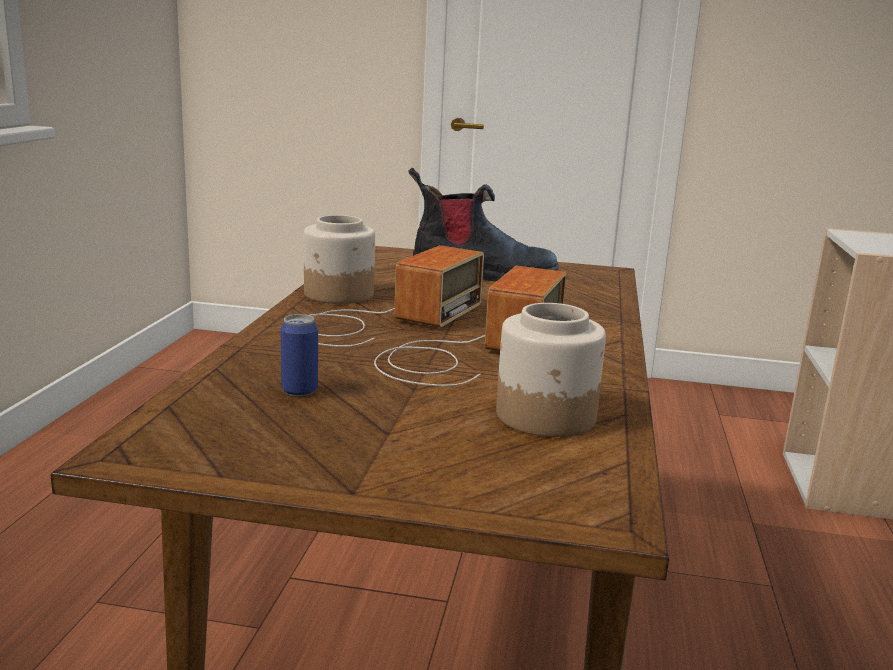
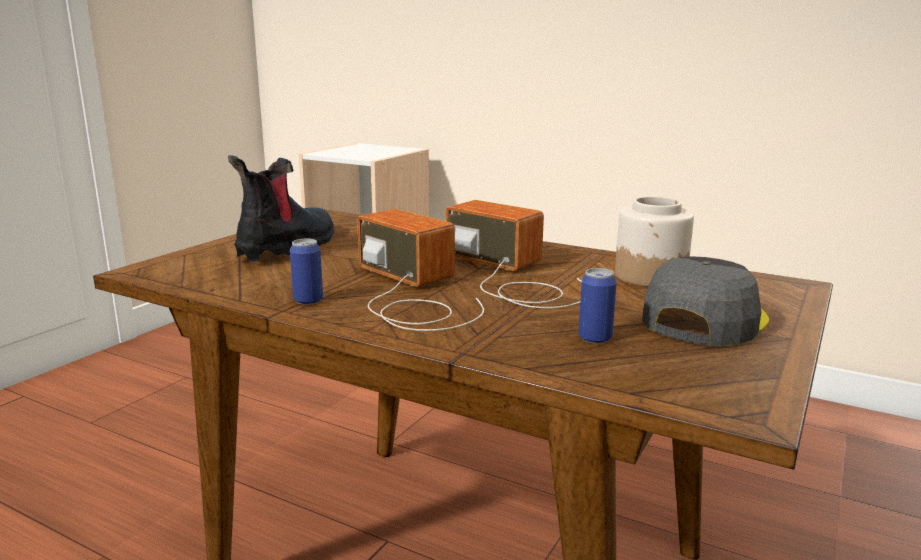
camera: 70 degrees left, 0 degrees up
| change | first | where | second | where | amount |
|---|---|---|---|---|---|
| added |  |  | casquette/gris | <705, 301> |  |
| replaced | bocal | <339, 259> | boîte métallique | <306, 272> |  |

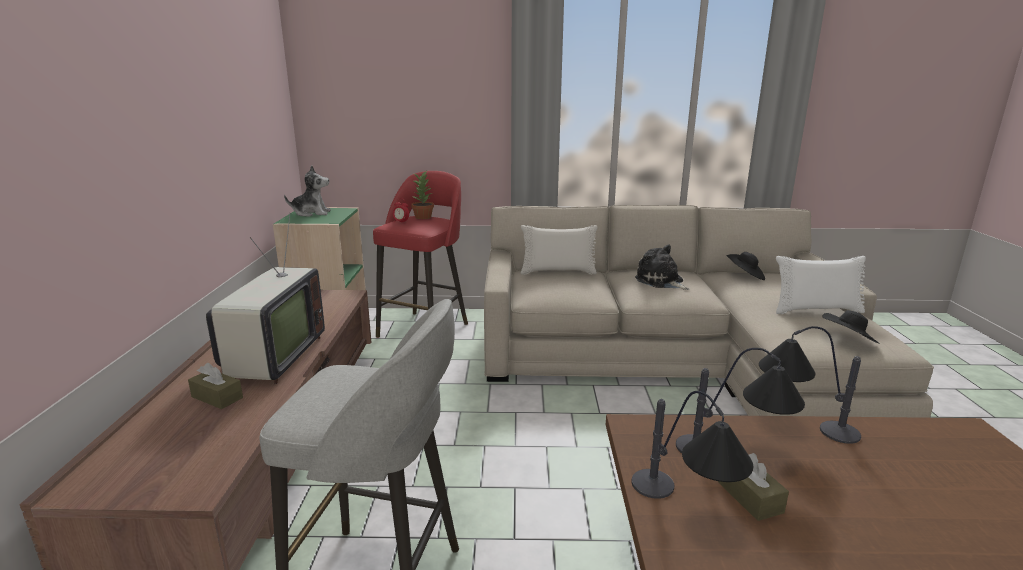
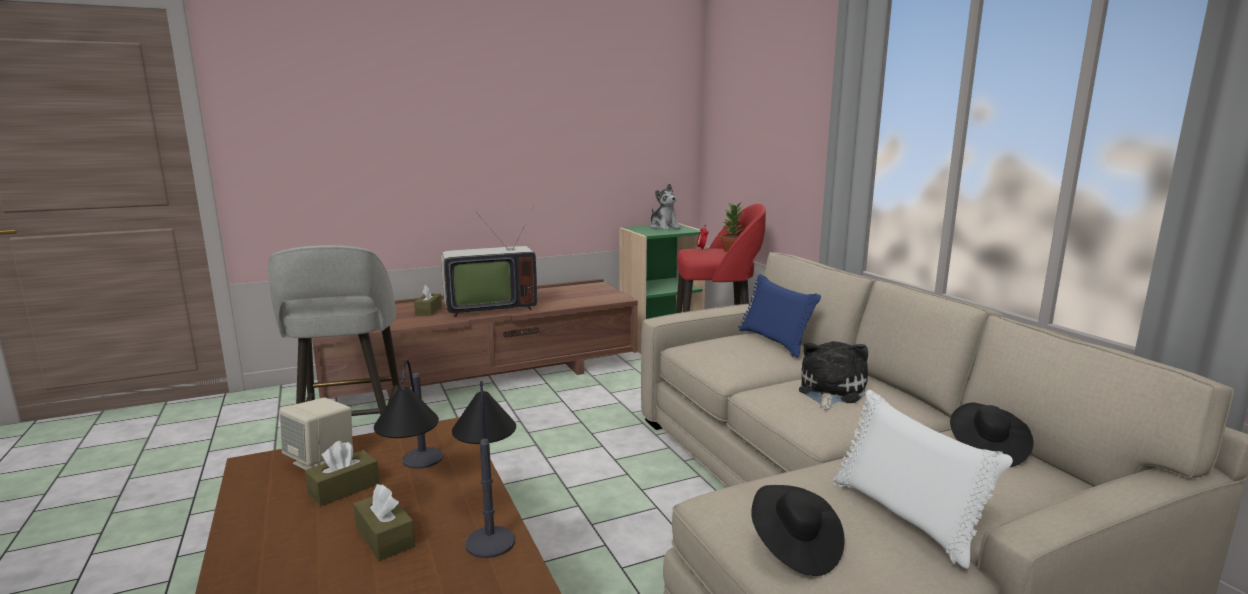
camera: 65 degrees right, 5 degrees down
| change | first | where | second | where | amount |
|---|---|---|---|---|---|
| added |  |  | boîte à mouchoirs/marron | <384, 522> |  |
| replaced | lampe de table | <692, 445> | enceinte/beige | <316, 434> |  |
| recoloured | coussin/blanc | <559, 250> | coussin/bleu | <779, 316> |  |

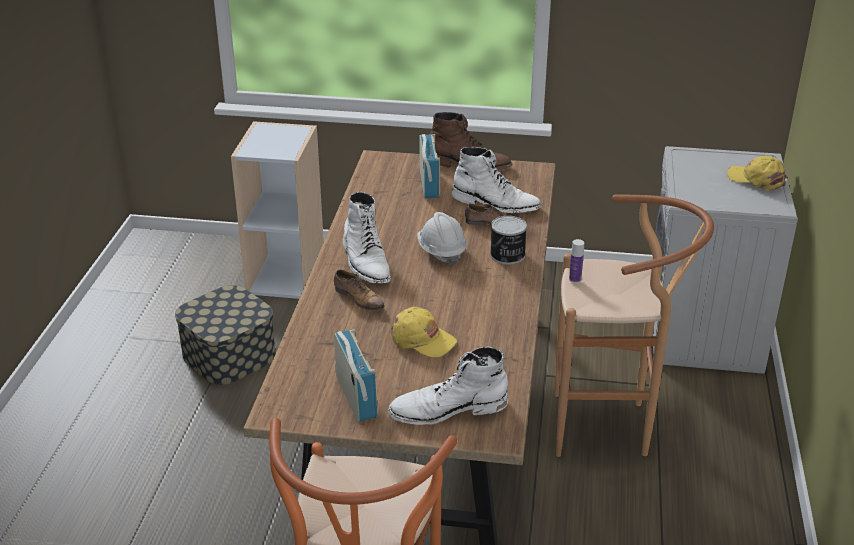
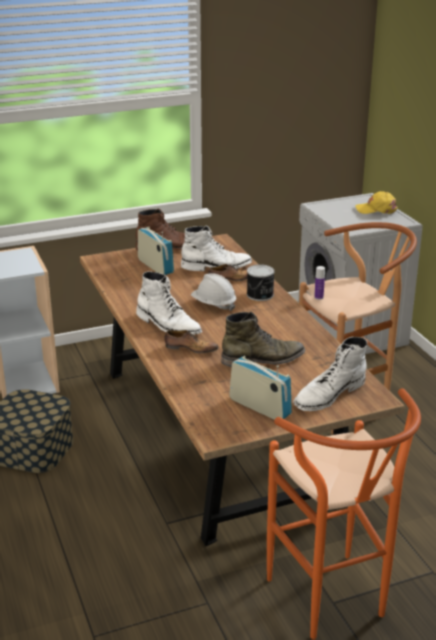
camera: 30 degrees left, 5 degrees down
| change | first | where | second | where | amount |
|---|---|---|---|---|---|
| replaced | casquette/jaune | <423, 332> | botte/vert | <263, 339> |  |

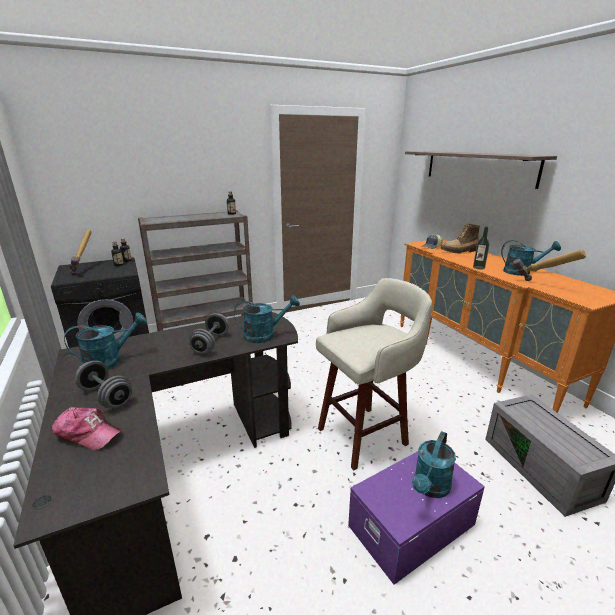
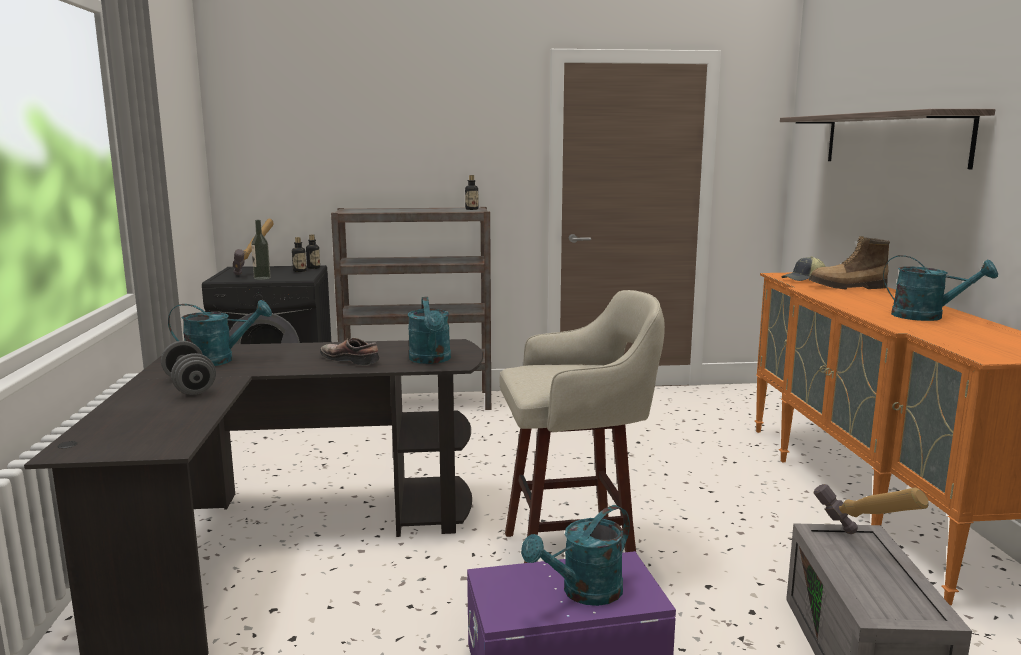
camera: 20 degrees right, 10 degrees down
| change | first | where | second | where | amount |
|---|---|---|---|---|---|
| removed | casquette | <87, 428> |  |  |  |
| moved | bouteille | <481, 248> |  | <261, 250> |  |
| moved | marteau | <549, 265> |  | <871, 509> |  |
| replaced | haltère/gris | <209, 333> | chaussure | <349, 351> |  |
| turned | arrosoir/turquoise | <267, 319> |  | <429, 330> | 75 degrees clockwise |

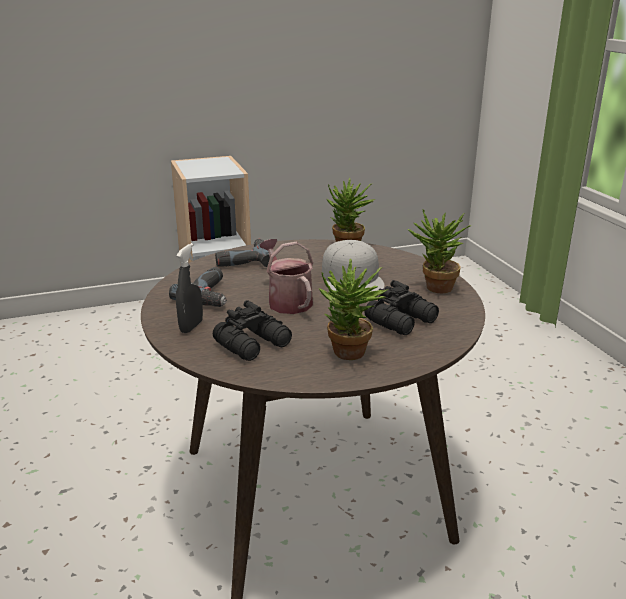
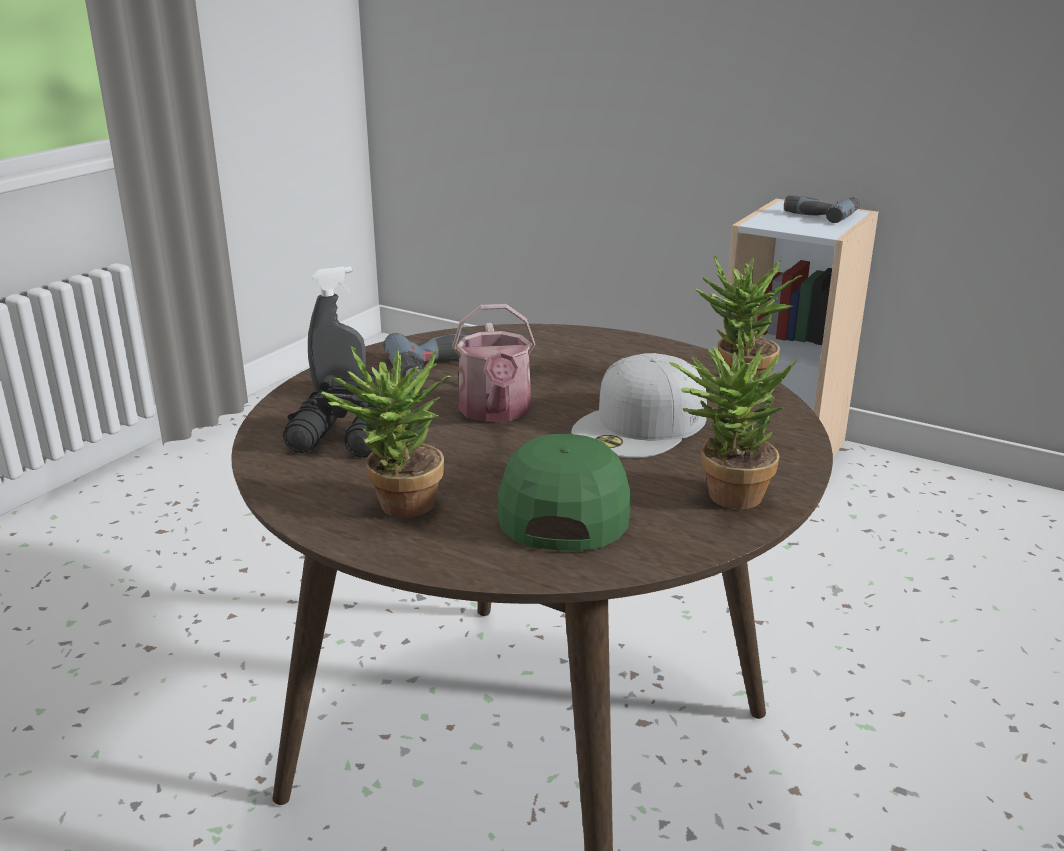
camera: 50 degrees right, 0 degrees up
| change | first | where | second | where | amount |
|---|---|---|---|---|---|
| moved | perceuse | <242, 253> |  | <822, 209> |  |
| replaced | jumelles/noir | <402, 307> | casquette/vert | <565, 492> |  |
| turned | arrosoir | <286, 276> |  | <494, 363> | 150 degrees clockwise |

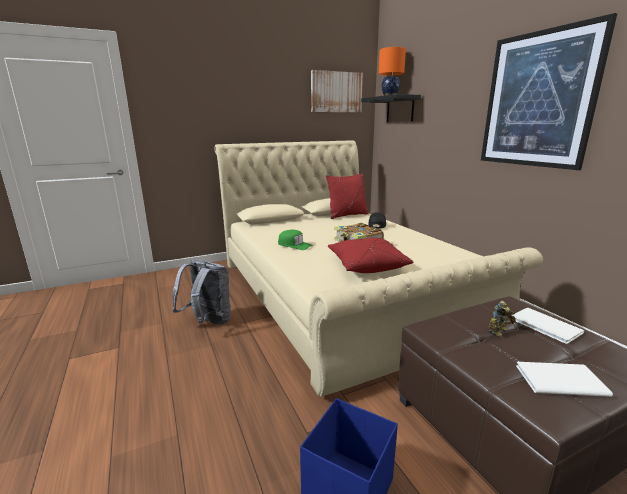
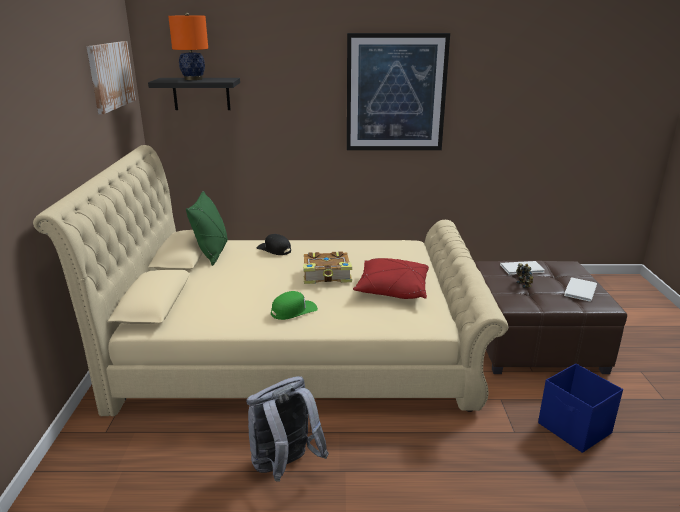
camera: 65 degrees left, 5 degrees up
| change | first | where | second | where | amount |
|---|---|---|---|---|---|
| recoloured | coussin/rouge | <347, 196> | coussin/vert | <207, 228> |  |

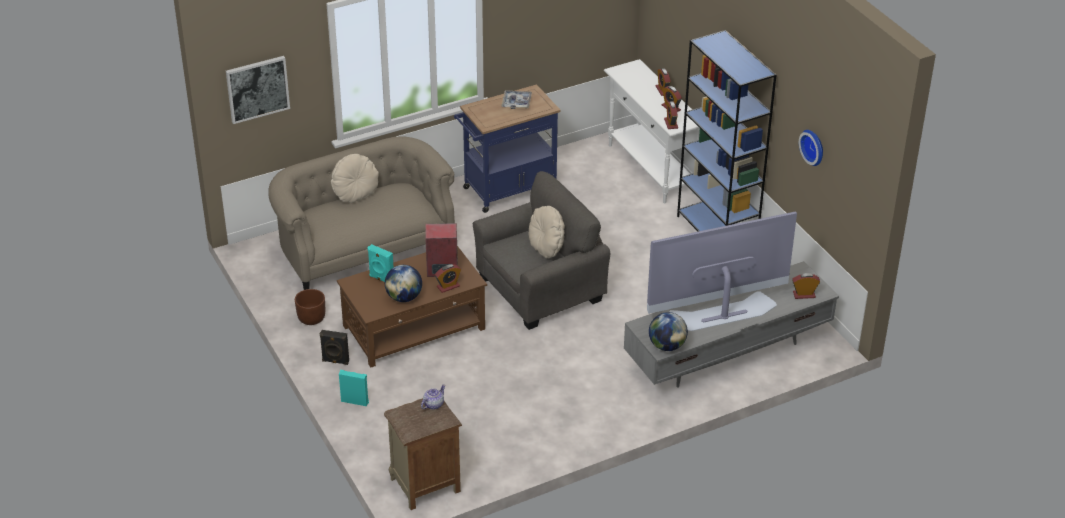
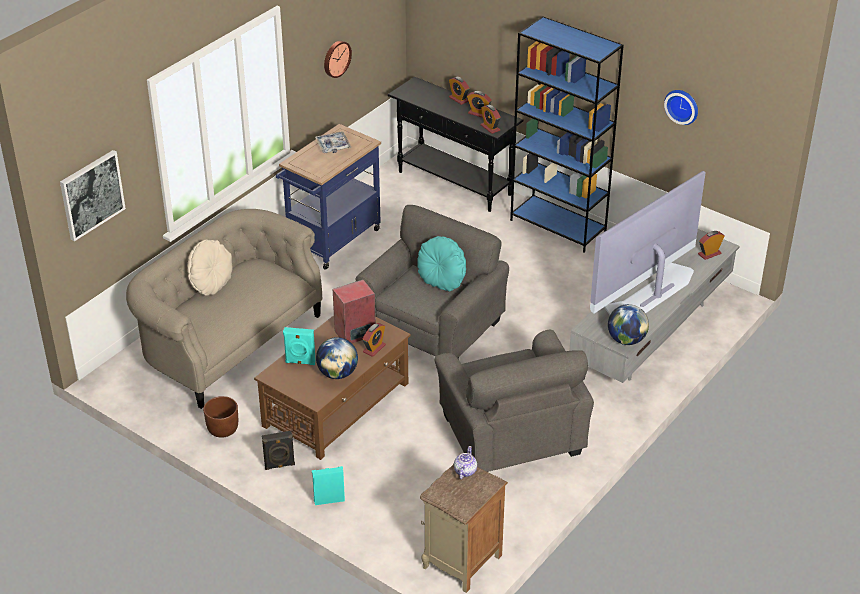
camera: 25 degrees left, 0 degrees up
| change | first | where | second | where | amount |
|---|---|---|---|---|---|
| added |  |  | horloge murale | <338, 59> |  |
| added |  |  | fauteuil/gris | <514, 401> |  |
| recoloured | coussin/beige | <546, 232> | coussin/turquoise | <441, 264> |  |
| recoloured | table console/blanc | <652, 131> | table console/noir | <456, 144> |  |

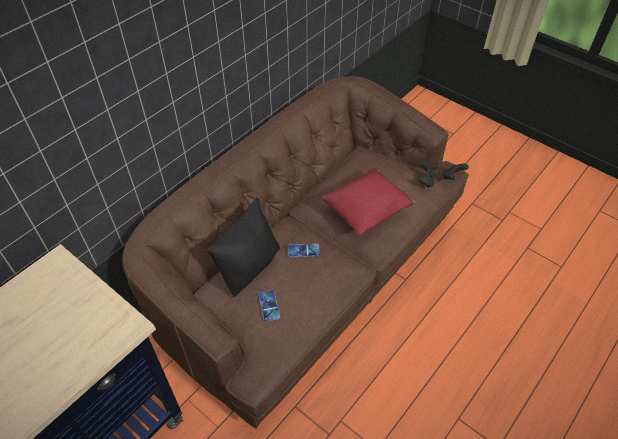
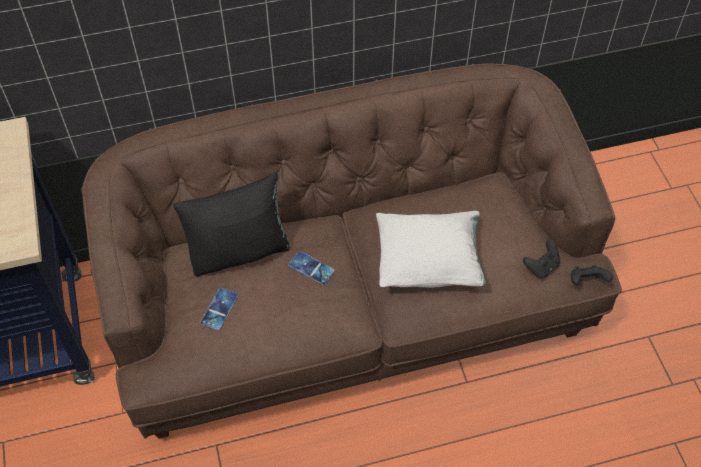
camera: 35 degrees right, 5 degrees up
| change | first | where | second | where | amount |
|---|---|---|---|---|---|
| recoloured | coussin/rouge | <368, 201> | coussin/blanc | <431, 249> |  |

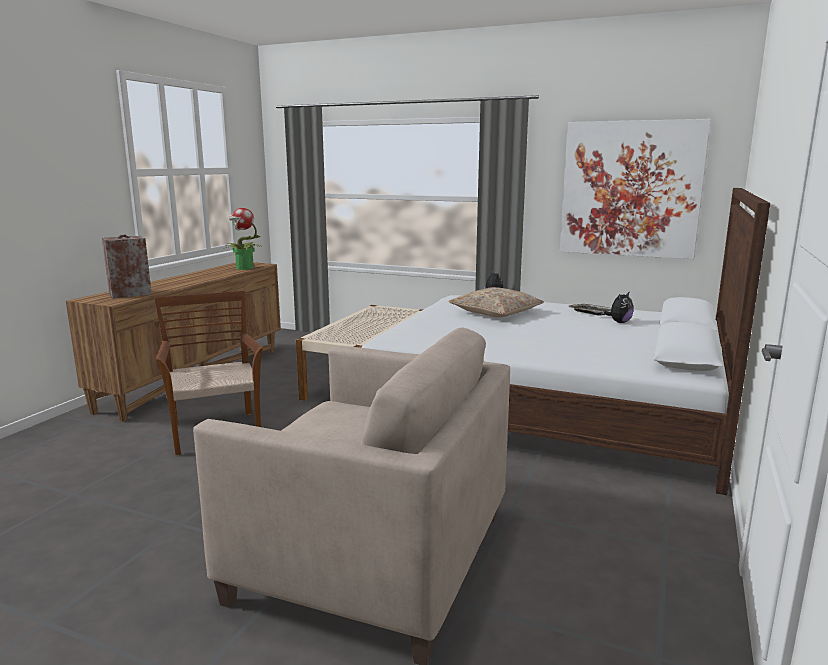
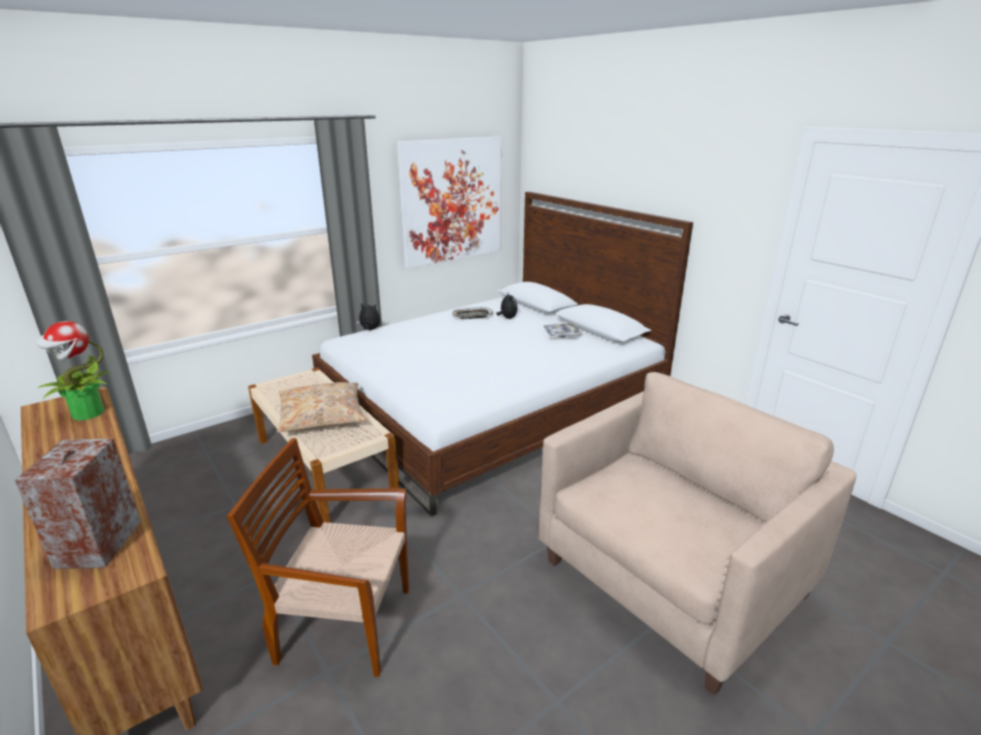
camera: 60 degrees left, 10 degrees up
| change | first | where | second | where | amount |
|---|---|---|---|---|---|
| added |  |  | plateau | <563, 331> |  |
| moved | coussin/beige | <496, 302> |  | <321, 407> |  |

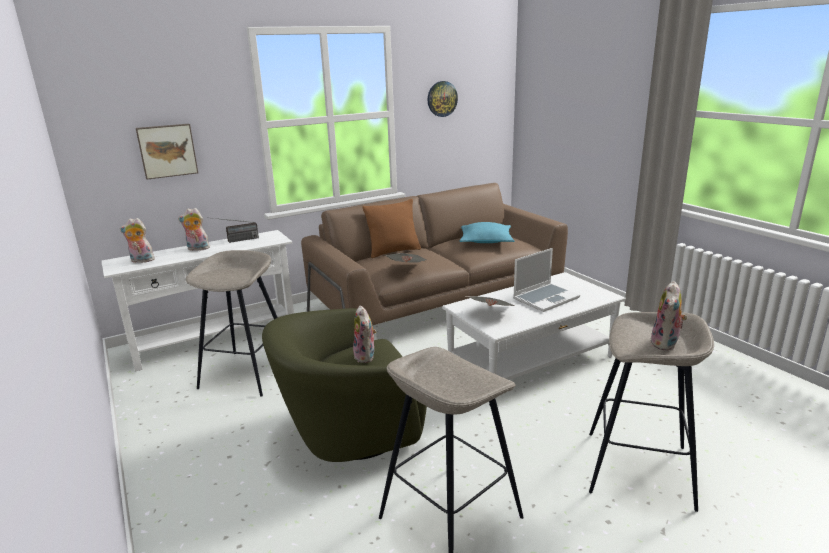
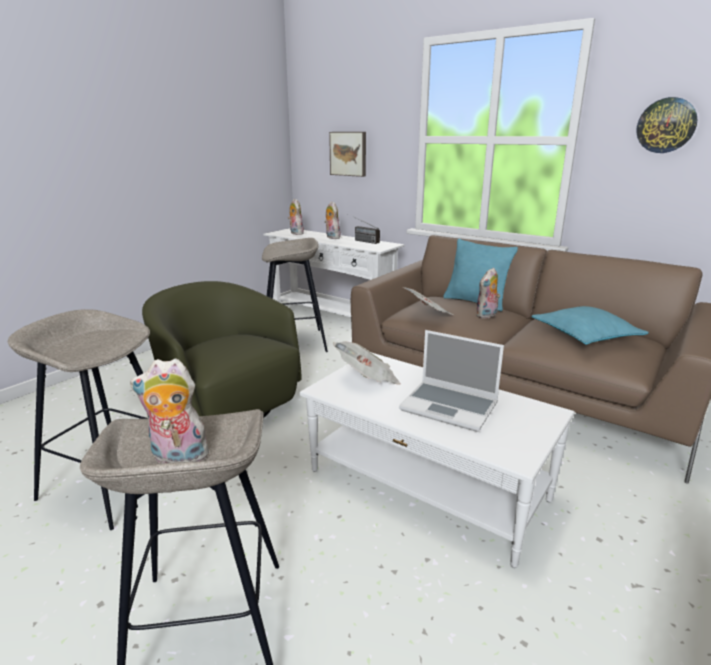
camera: 65 degrees right, 0 degrees up
| change | first | where | second | where | amount |
|---|---|---|---|---|---|
| moved | peluche | <365, 334> |  | <488, 293> |  |
| recoloured | coussin/marron | <392, 228> | coussin/turquoise | <480, 275> |  |

